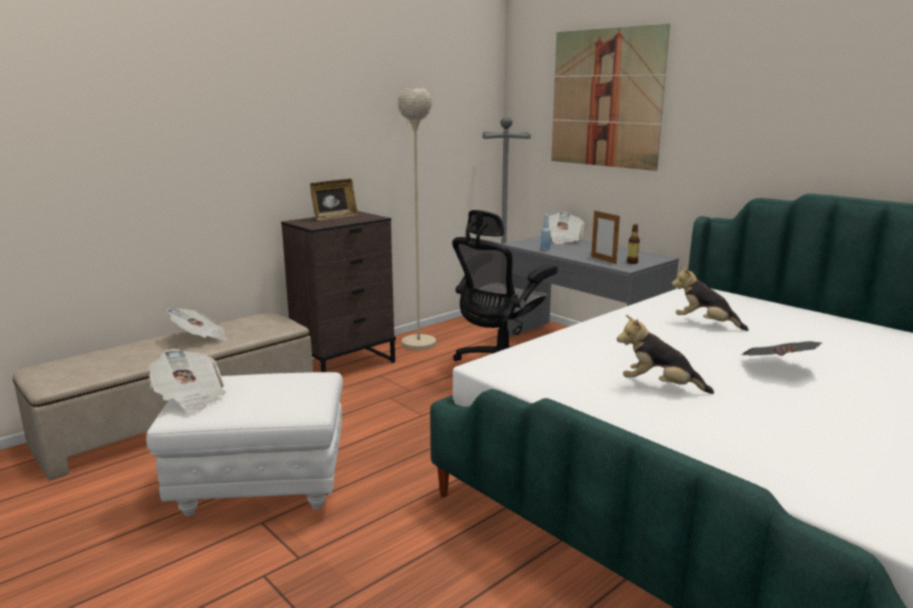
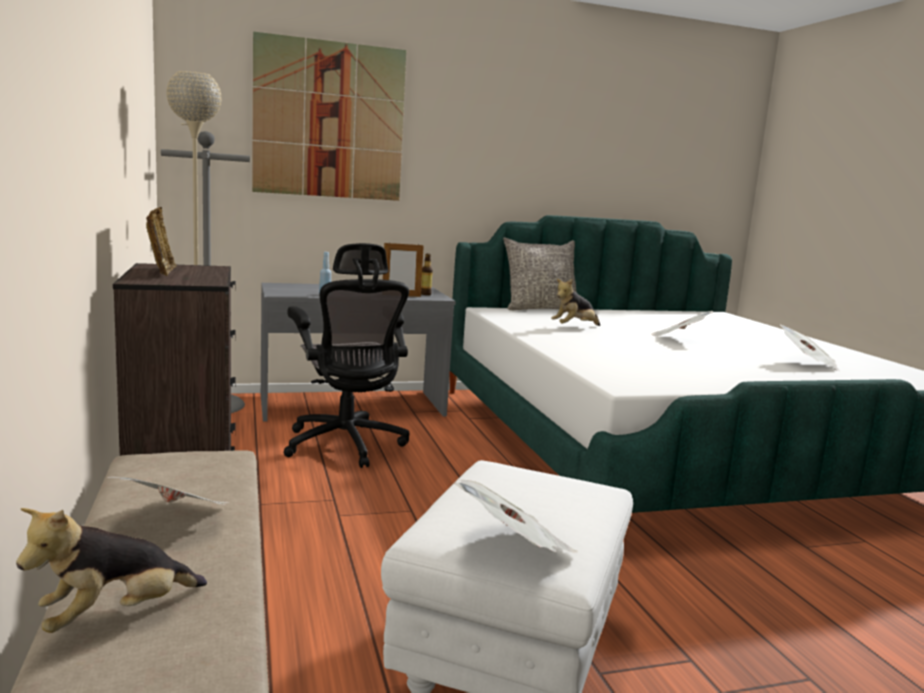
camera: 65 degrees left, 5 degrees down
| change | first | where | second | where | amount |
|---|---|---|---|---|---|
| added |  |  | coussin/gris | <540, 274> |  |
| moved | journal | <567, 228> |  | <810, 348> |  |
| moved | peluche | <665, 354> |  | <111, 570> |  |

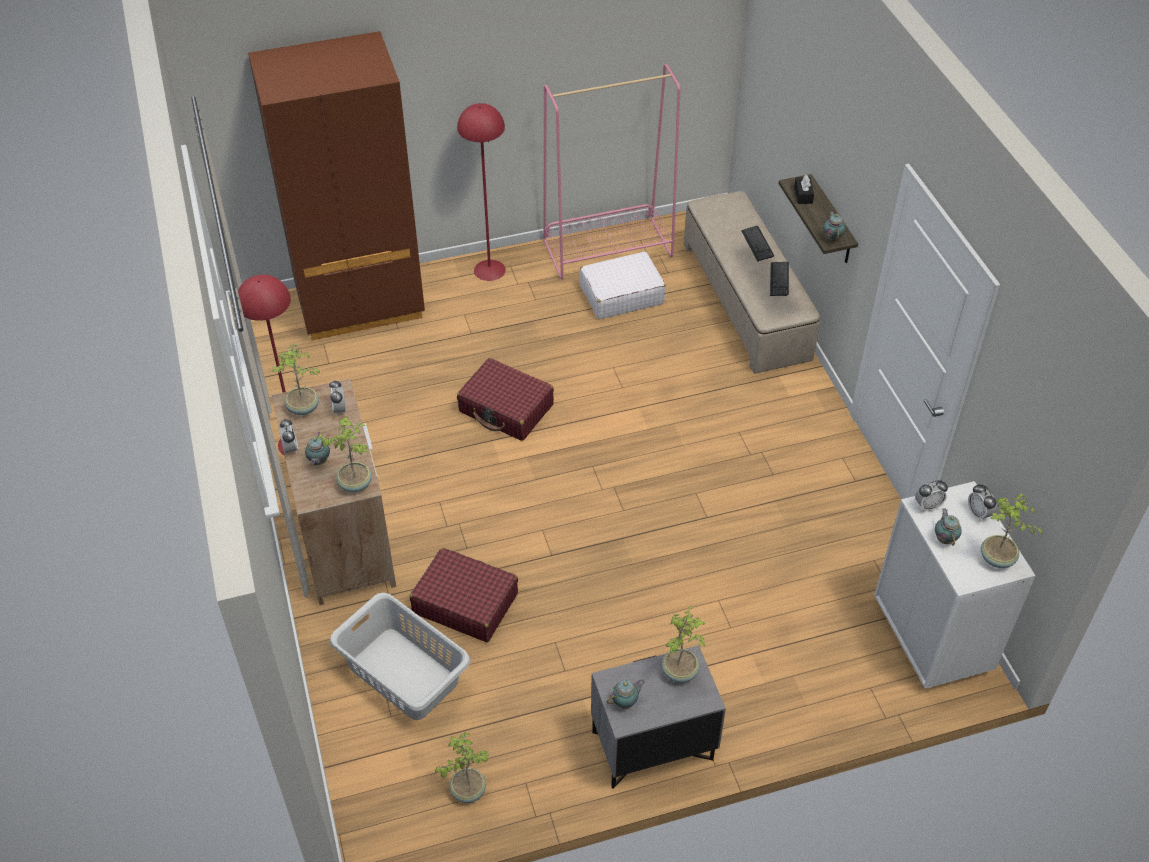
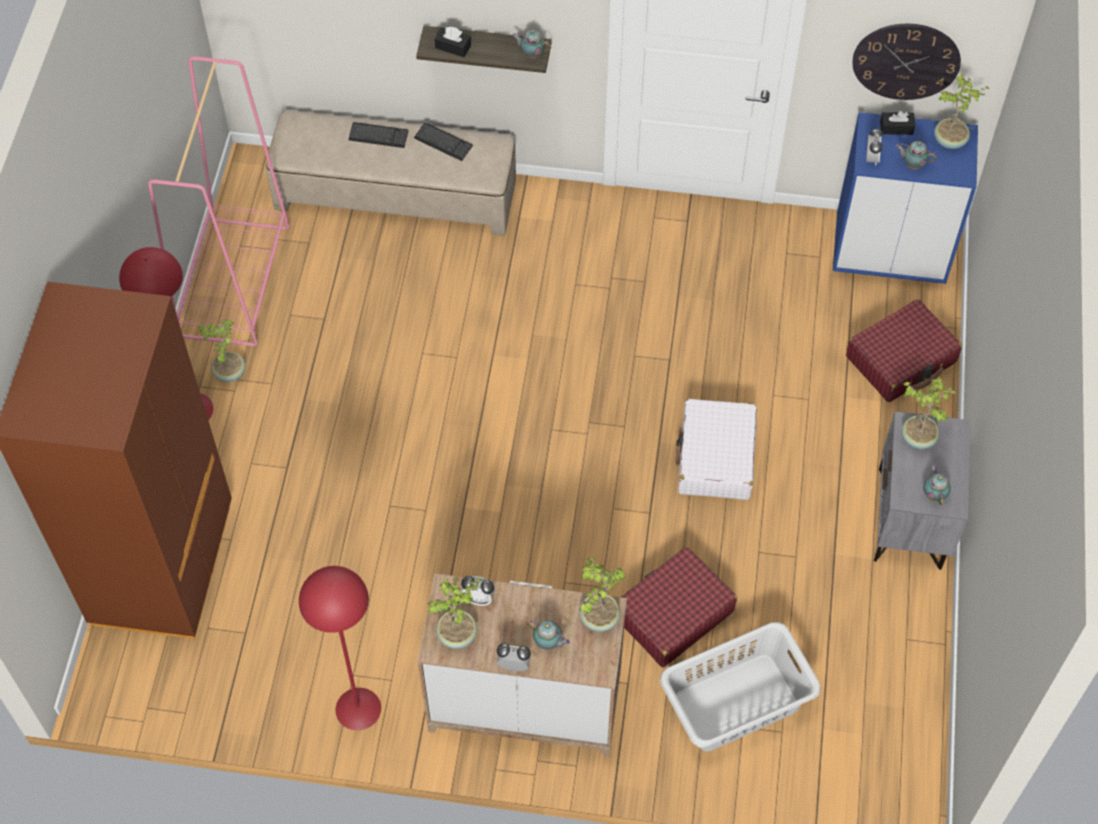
camera: 65 degrees left, 10 degrees up
| change | first | where | second | where | amount |
|---|---|---|---|---|---|
| added |  |  | horloge murale | <906, 62> |  |
| moved | plante en pot | <462, 767> |  | <221, 351> |  |
| moved | valise/rouge | <505, 399> |  | <904, 350> |  |
| moved | valise/blanc | <623, 285> |  | <716, 449> |  |
| replaced | réveil | <982, 502> | boîte à mouchoirs/noir | <897, 123> |  |
| recoloured | meuble de rangement/blanc | <955, 585> | meuble de rangement/bleu | <905, 198> |  |

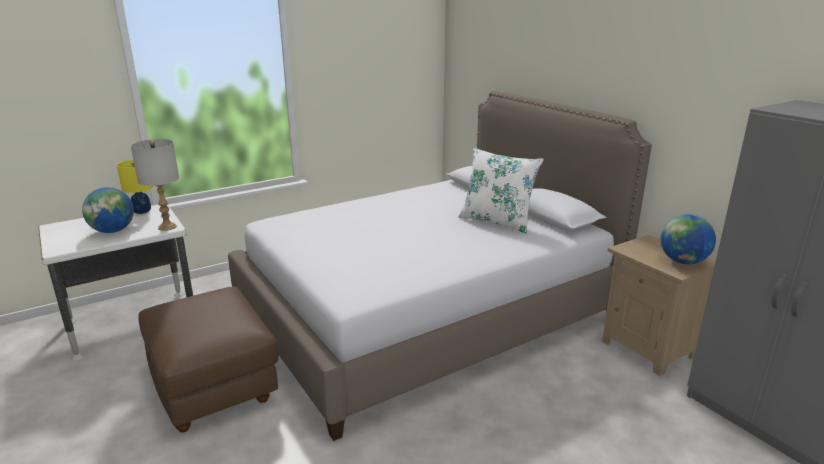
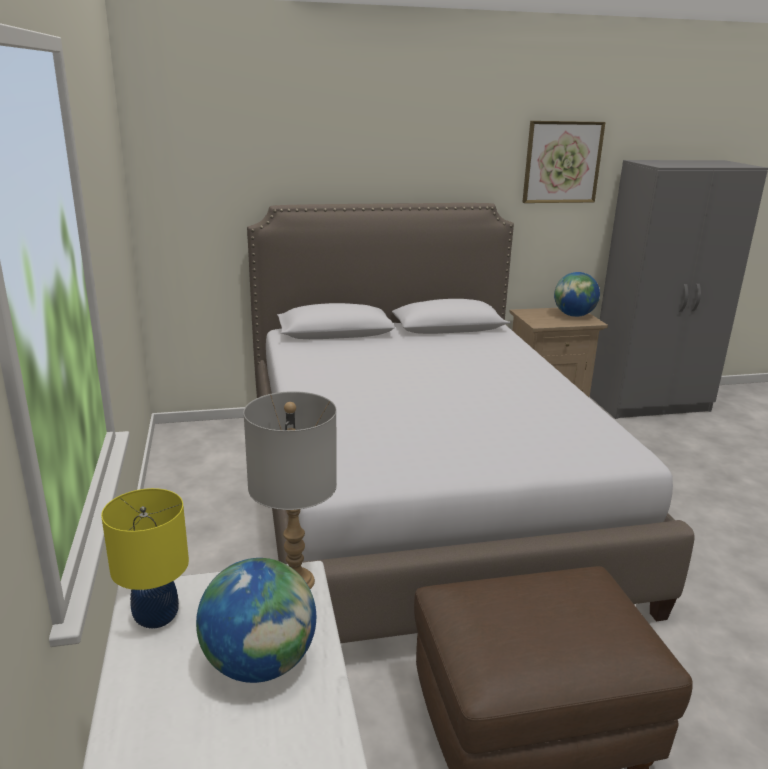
camera: 70 degrees left, 0 degrees up
| change | first | where | second | where | amount |
|---|---|---|---|---|---|
| removed | coussin/blanc | <501, 191> |  |  |  |
| added |  |  | tableau | <564, 162> |  |

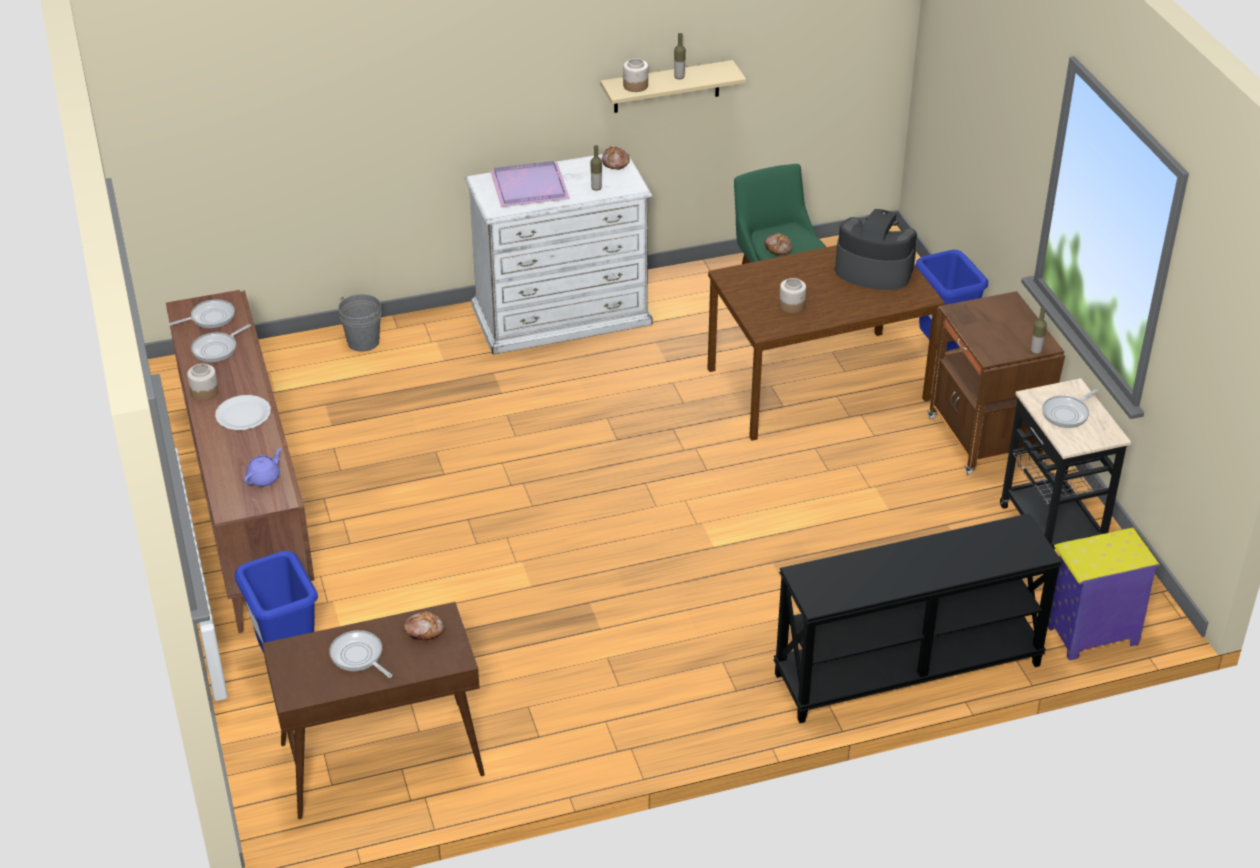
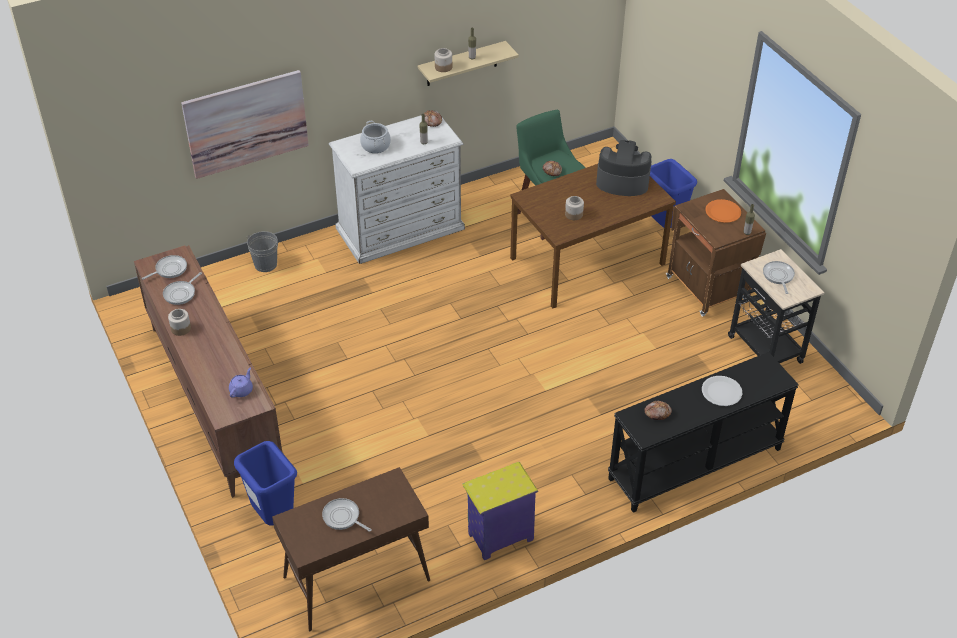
camera: 10 degrees left, 5 degrees up
| change | first | where | second | where | amount |
|---|---|---|---|---|---|
| added |  |  | tableau | <245, 124> |  |
| added |  |  | assiette/orange | <723, 211> |  |
| moved | assiette/blanc | <243, 412> |  | <722, 391> |  |
| moved | pain | <424, 625> |  | <658, 410> |  |
| moved | table de chevet | <1104, 593> |  | <500, 511> |  |
| replaced | plateau/violet | <530, 184> | marmite | <375, 137> |  |
| turned | poêle | <1070, 408> |  | <779, 277> | 135 degrees clockwise |

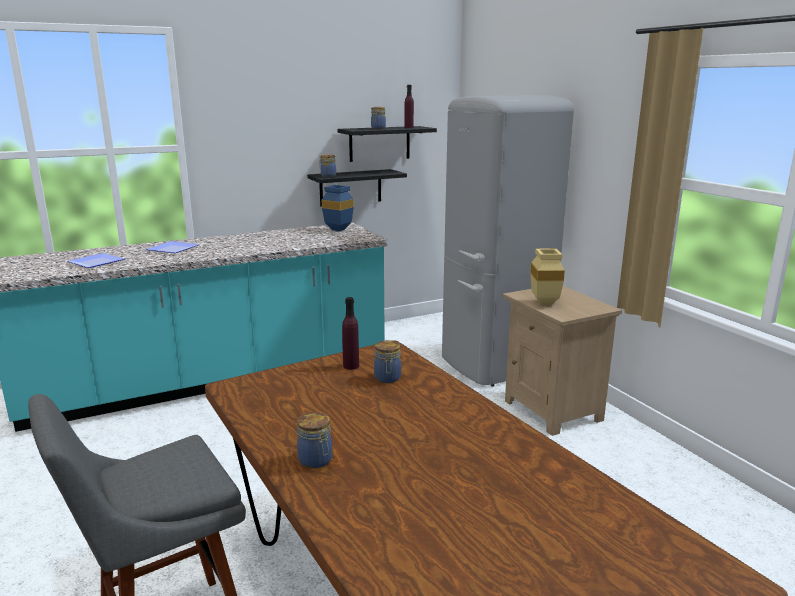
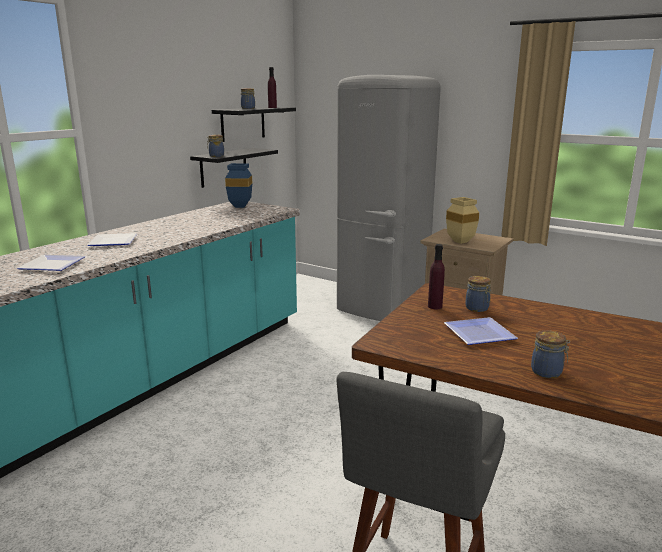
camera: 30 degrees left, 0 degrees up
| change | first | where | second | where | amount |
|---|---|---|---|---|---|
| added |  |  | assiette | <481, 331> |  |

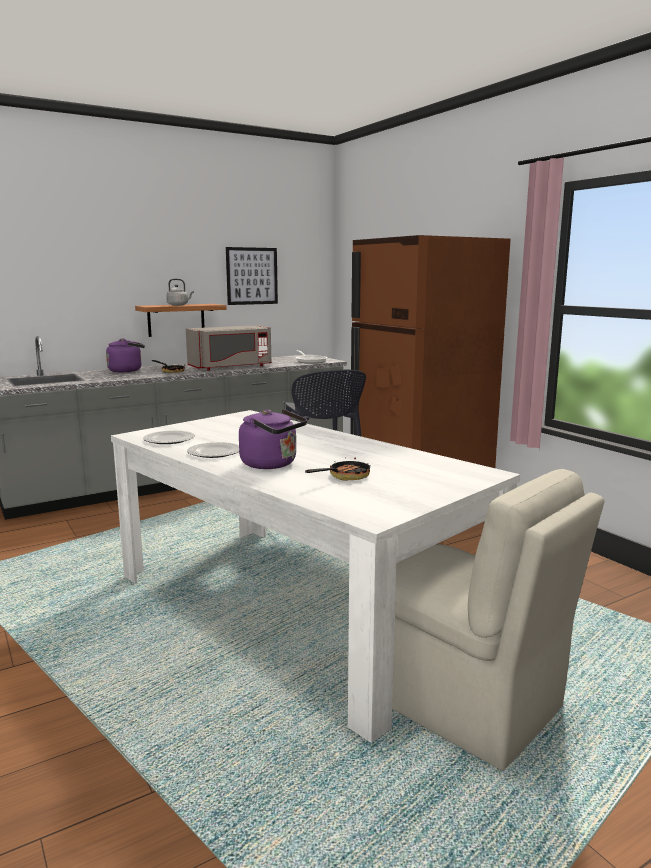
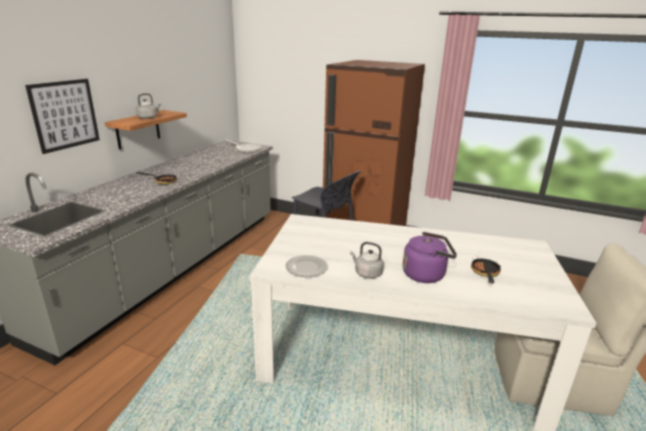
camera: 35 degrees left, 10 degrees up
| change | first | where | second | where | amount |
|---|---|---|---|---|---|
| removed | bouilloire/violet | <125, 355> |  |  |  |
| removed | micro-ondes/gris | <229, 348> |  |  |  |
| moved | tableau | <252, 276> |  | <62, 116> |  |
| replaced | assiette | <213, 450> | bouilloire/gris | <367, 260> |  |

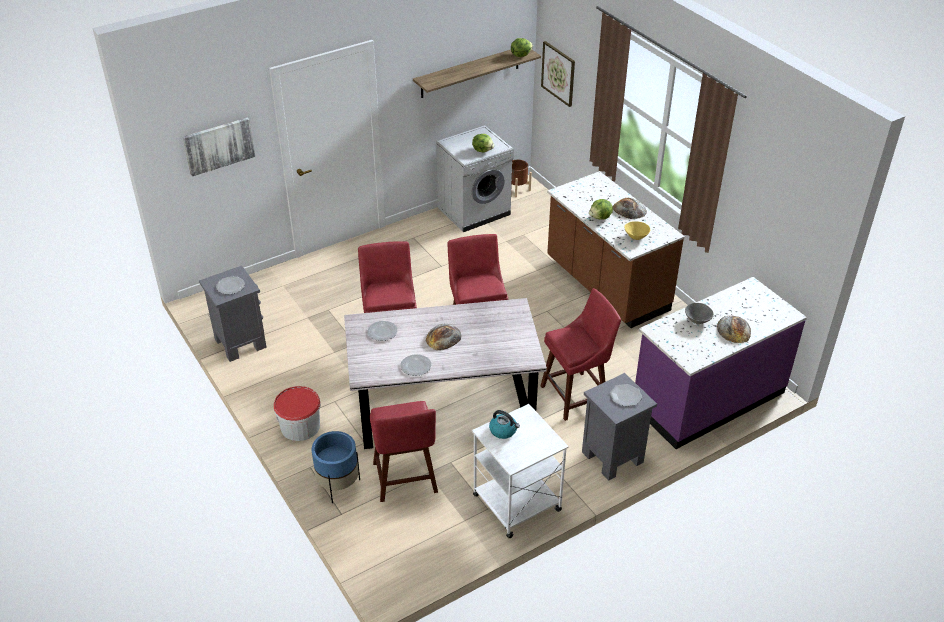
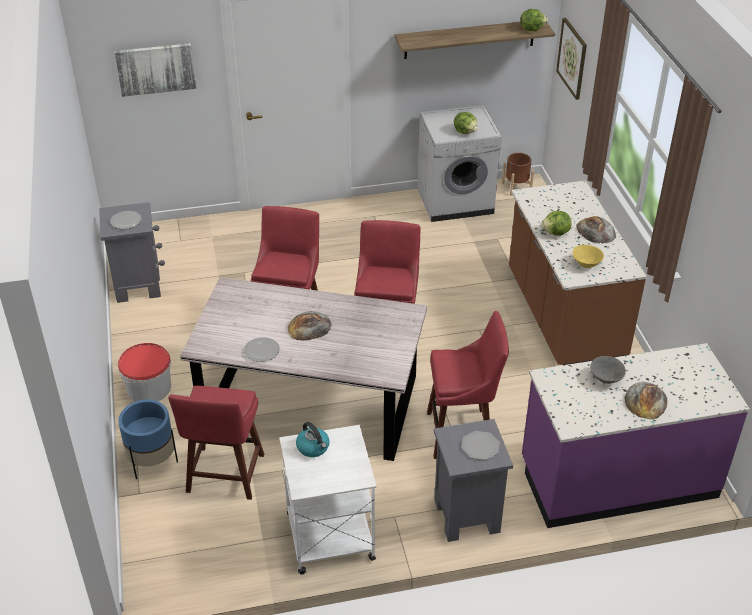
camera: 20 degrees right, 0 degrees up
| change | first | where | second | where | amount |
|---|---|---|---|---|---|
| removed | assiette | <382, 331> |  |  |  |

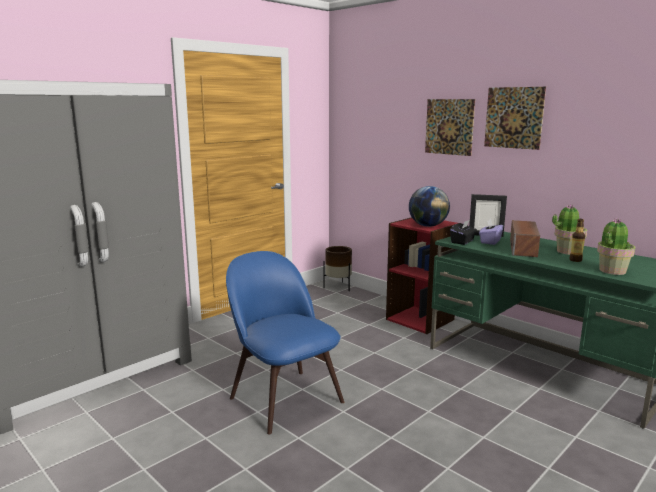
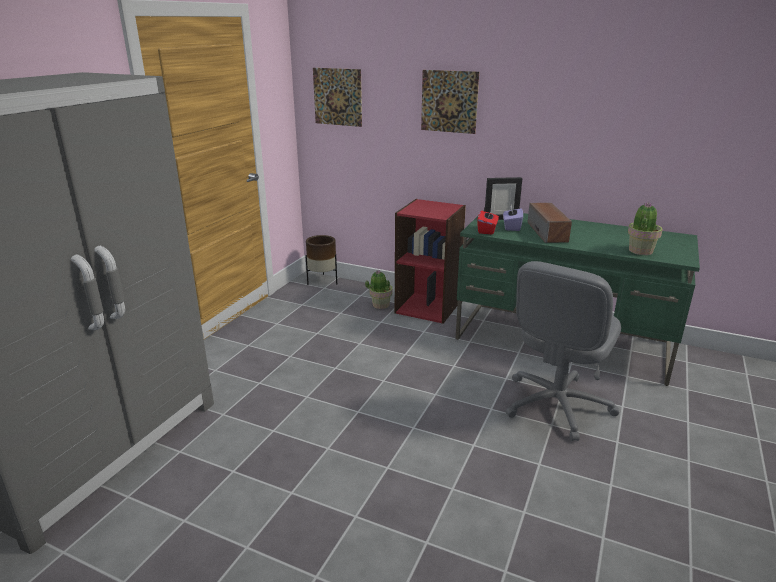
camera: 20 degrees left, 10 degrees up
| change | first | where | second | where | amount |
|---|---|---|---|---|---|
| removed | chaise/bleu | <285, 343> |  |  |  |
| removed | globe | <429, 206> |  |  |  |
| removed | bouteille | <577, 240> |  |  |  |
| added |  |  | chaise de bureau/gris | <563, 351> |  |
| moved | tableau | <515, 118> |  | <337, 97> |  |
| moved | plante en pot | <569, 230> |  | <379, 289> |  |
| recoloured | boîte à mouchoirs/noir | <463, 232> | boîte à mouchoirs/rouge | <488, 221> |  |

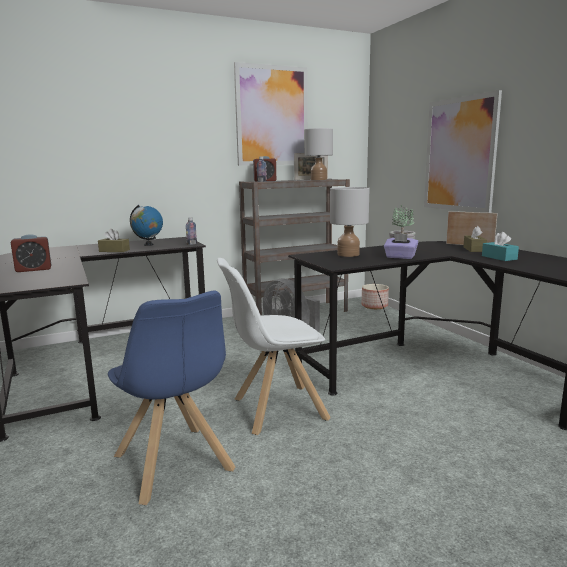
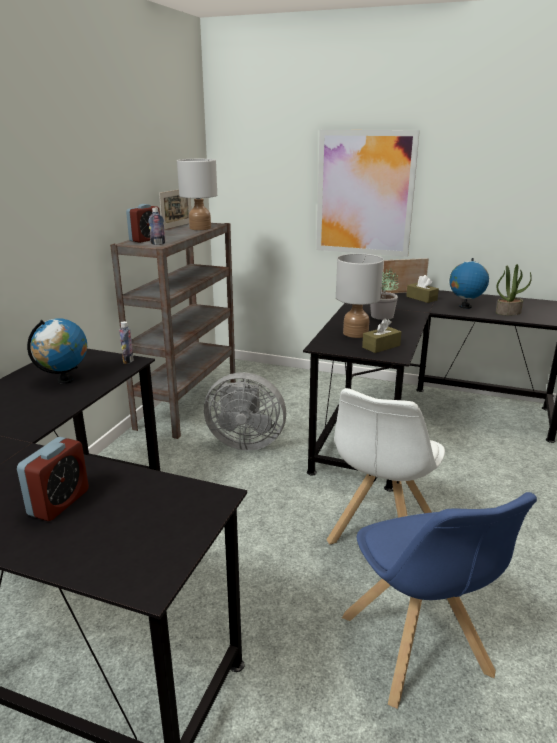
camera: 45 degrees left, 10 degrees up
| change | first | where | second | where | amount |
|---|---|---|---|---|---|
| removed | tableau | <271, 114> |  |  |  |
| removed | cache-pot | <375, 296> |  |  |  |
| removed | boîte à mouchoirs/violet | <401, 246> |  |  |  |
| added |  |  | plante en pot | <514, 289> |  |
| moved | boîte à mouchoirs/marron | <114, 240> |  | <382, 335> |  |
| replaced | boîte à mouchoirs/turquoise | <500, 246> | globe | <469, 283> |  |
| turned | chaise/bleu | <172, 398> |  | <439, 600> | 60 degrees clockwise |

